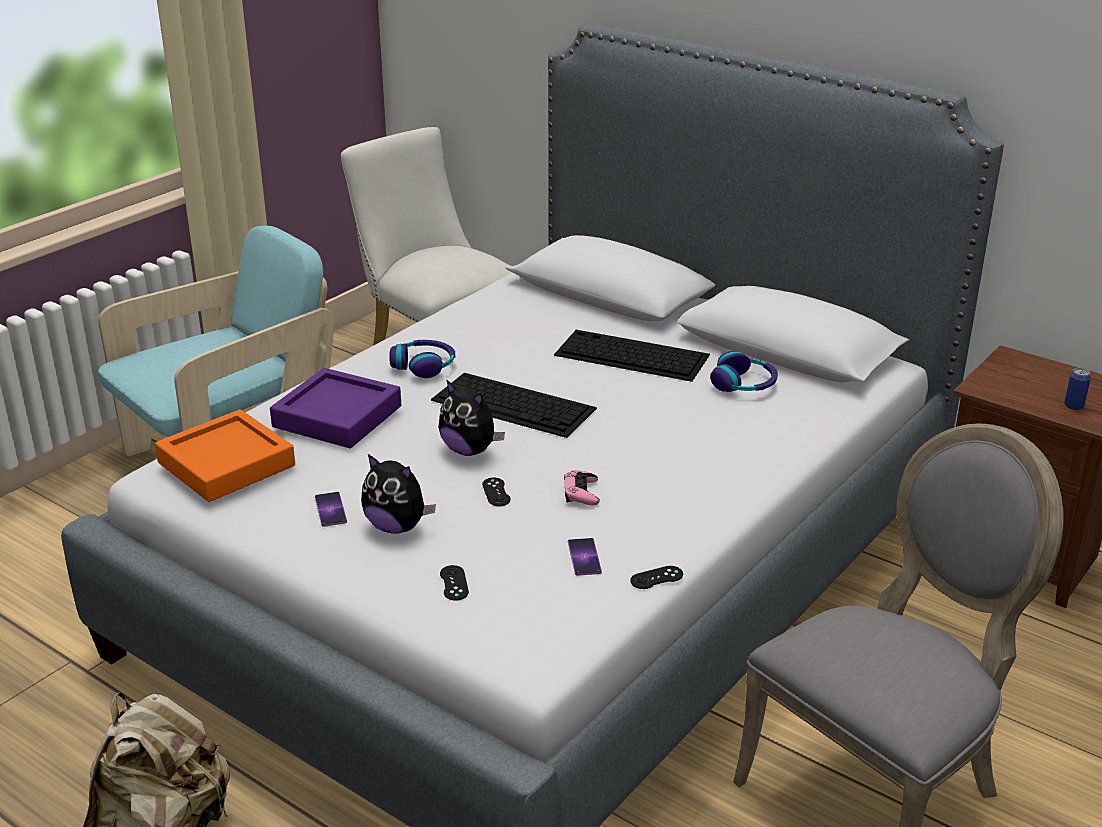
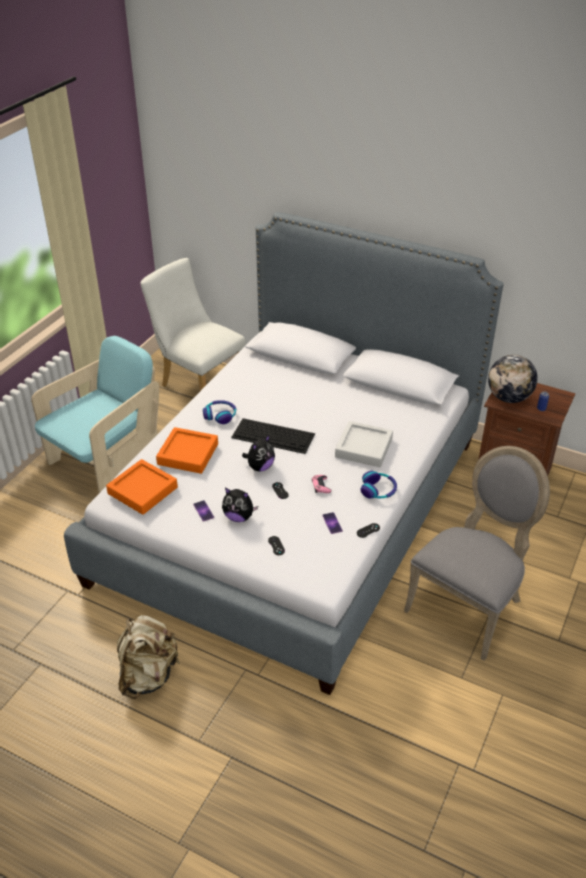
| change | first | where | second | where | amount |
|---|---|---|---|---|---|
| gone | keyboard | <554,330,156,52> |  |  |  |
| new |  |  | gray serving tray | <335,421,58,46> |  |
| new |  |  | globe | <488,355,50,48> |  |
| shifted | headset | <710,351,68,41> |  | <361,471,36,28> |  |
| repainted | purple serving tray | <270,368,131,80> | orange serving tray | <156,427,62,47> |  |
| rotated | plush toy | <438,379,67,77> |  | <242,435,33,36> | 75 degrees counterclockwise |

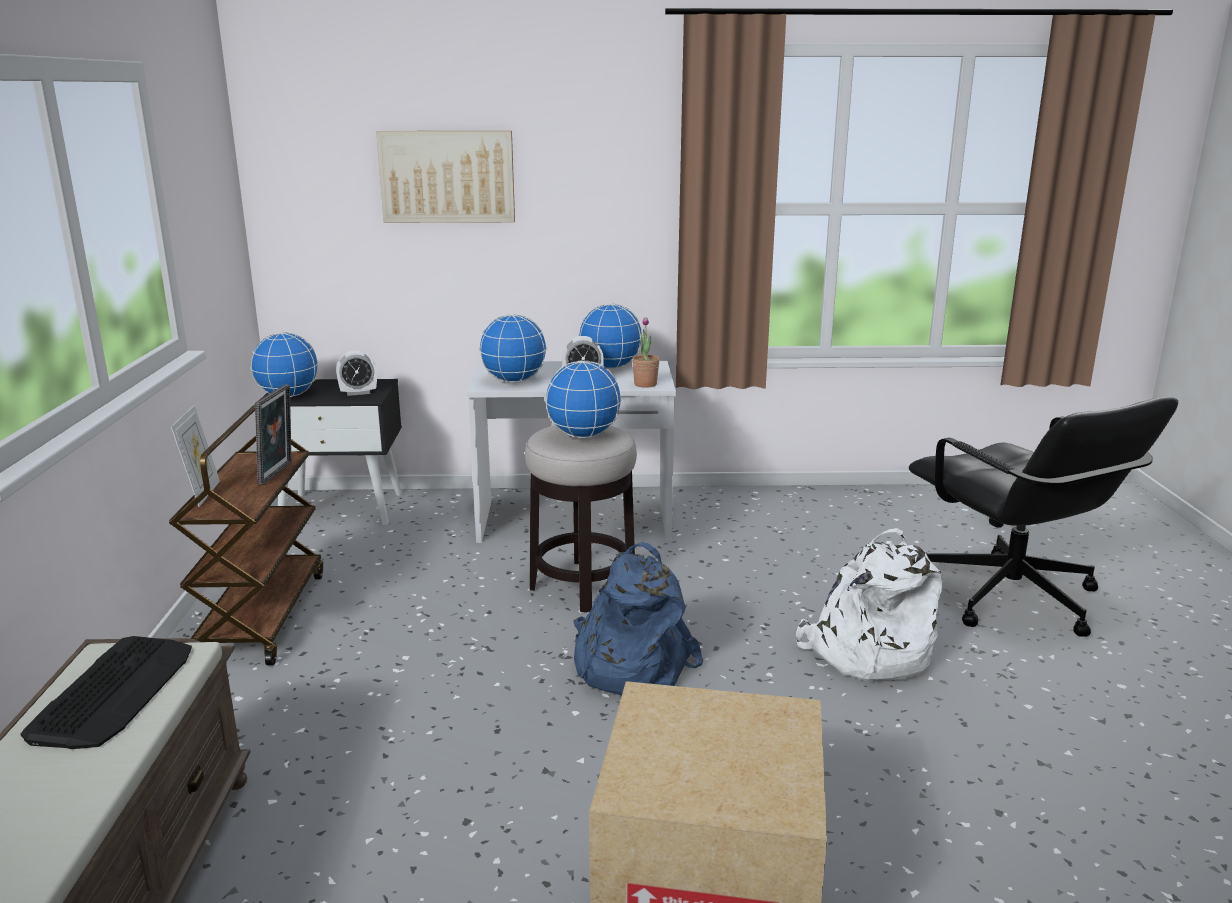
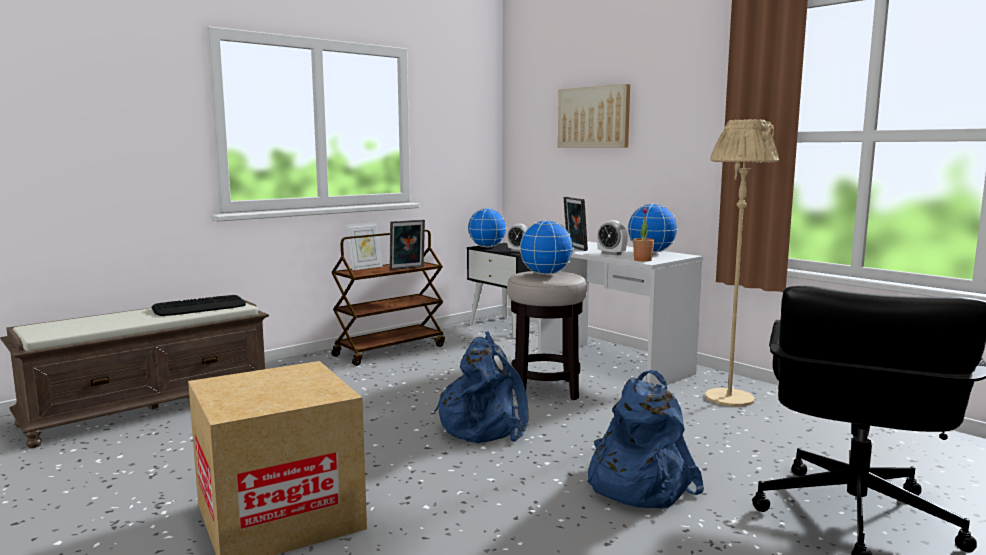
| change | first | where | second | where | amount |
|---|---|---|---|---|---|
| new |  |  | beige standing lamp | <705,119,74,288> |  |
| swapped | globe | <479,314,68,69> | picture frame | <563,197,25,54> |  |
| repainted | white knapsack | <796,528,147,153> | blue knapsack | <587,370,117,138> |  |

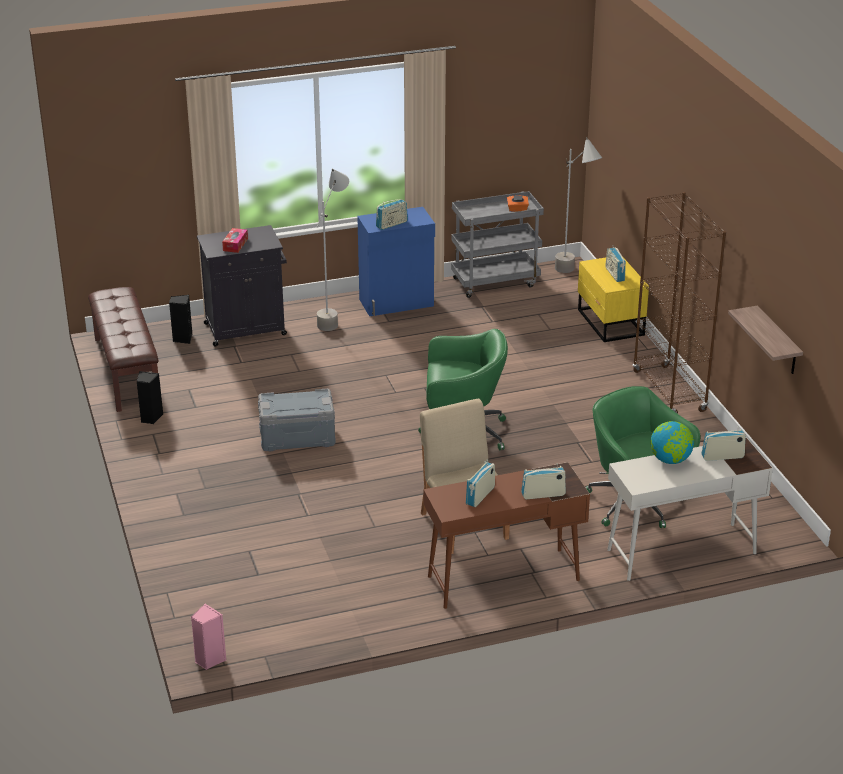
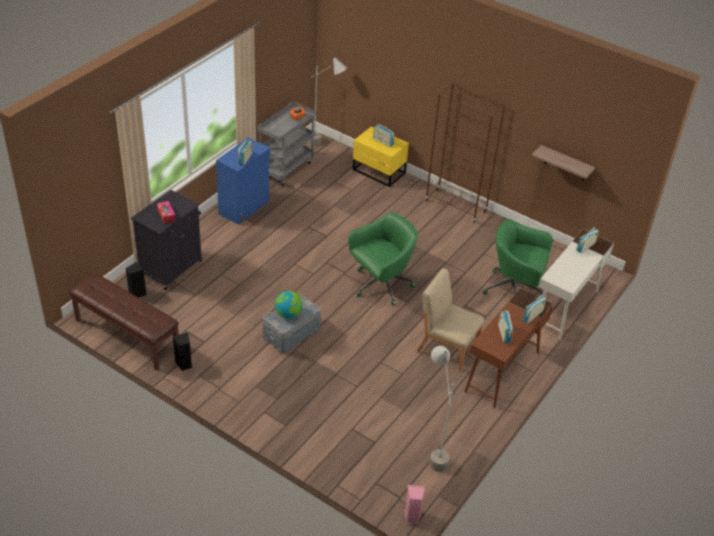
| change | first | where | second | where | amount |
|---|---|---|---|---|---|
| shifted | gray standing lamp | <316,169,33,162> |  | <430,346,25,126> |  |
| shifted | globe | <650,421,44,43> |  | <275,291,27,27> |  |

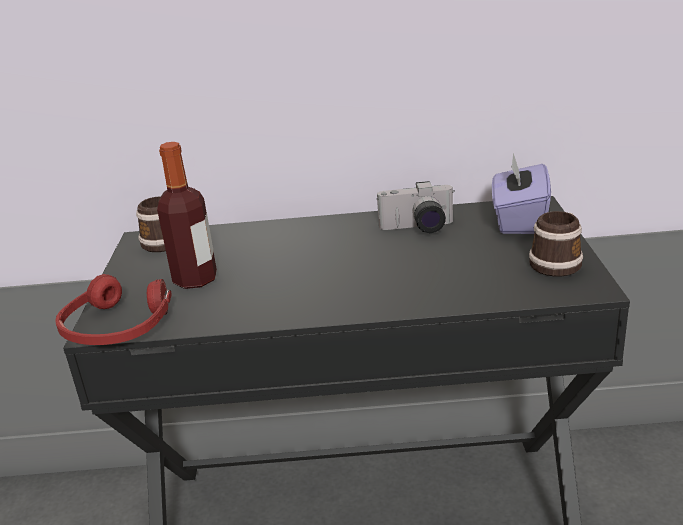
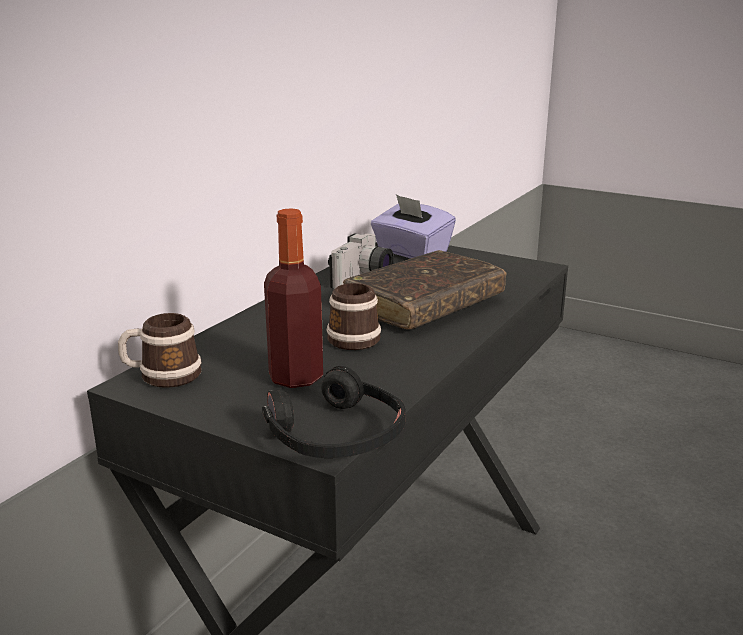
| change | first | where | second | where | amount |
|---|---|---|---|---|---|
| new |  |  | brown bound book | <343,250,163,80> |  |
| shifted | tea mug | <529,211,54,65> |  | <326,283,55,67> |  |
| repainted | red headset | <55,274,116,71> | black headset | <262,366,144,92> |  |

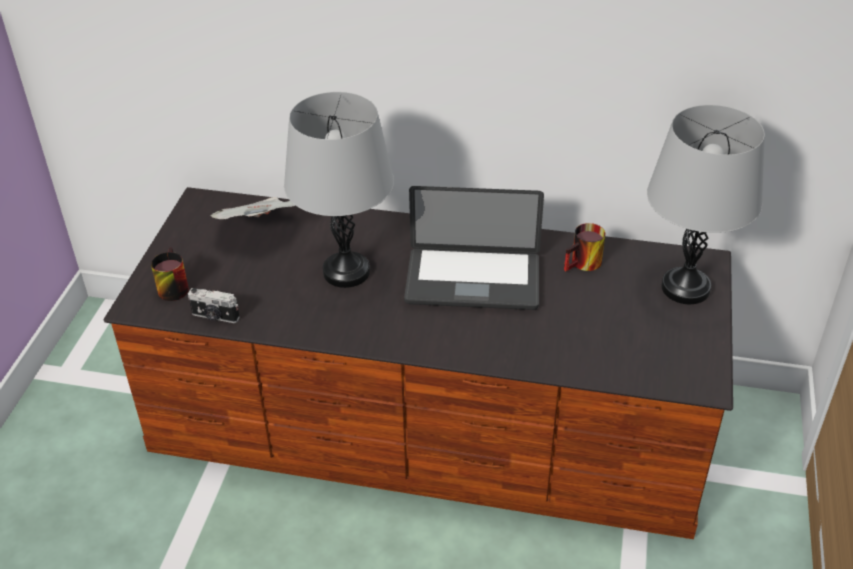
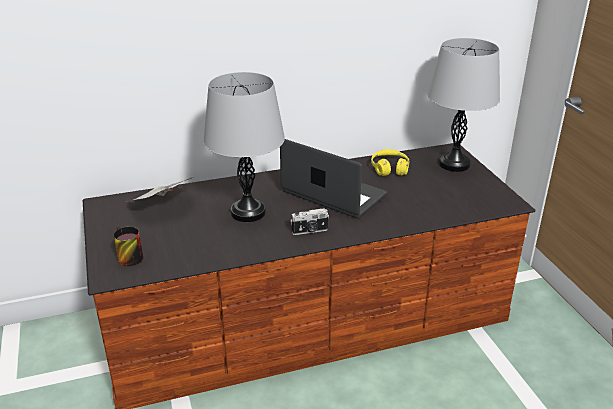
| change | first | where | second | where | amount |
|---|---|---|---|---|---|
| shifted | still camera | <188,288,52,35> |  | <290,208,39,27> |  |
| swapped | tea mug | <564,223,41,48> | yellow-coloured headset | <371,149,38,27> |  |
| rotated | notebook computer | <404,186,140,124> |  | <280,139,107,79> | 120 degrees counterclockwise |

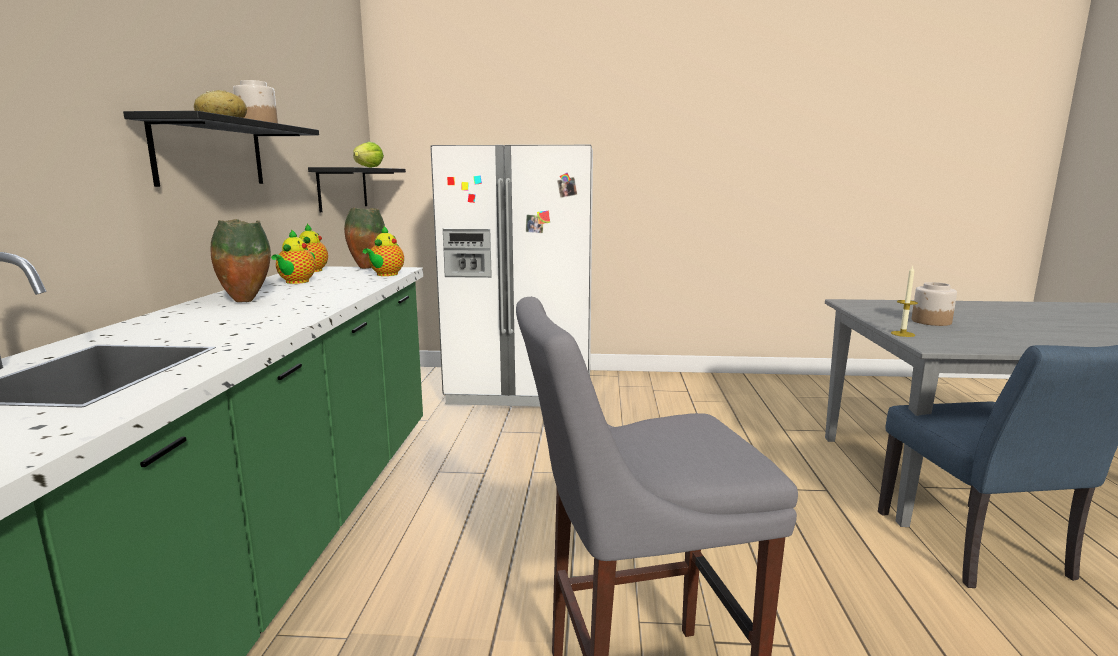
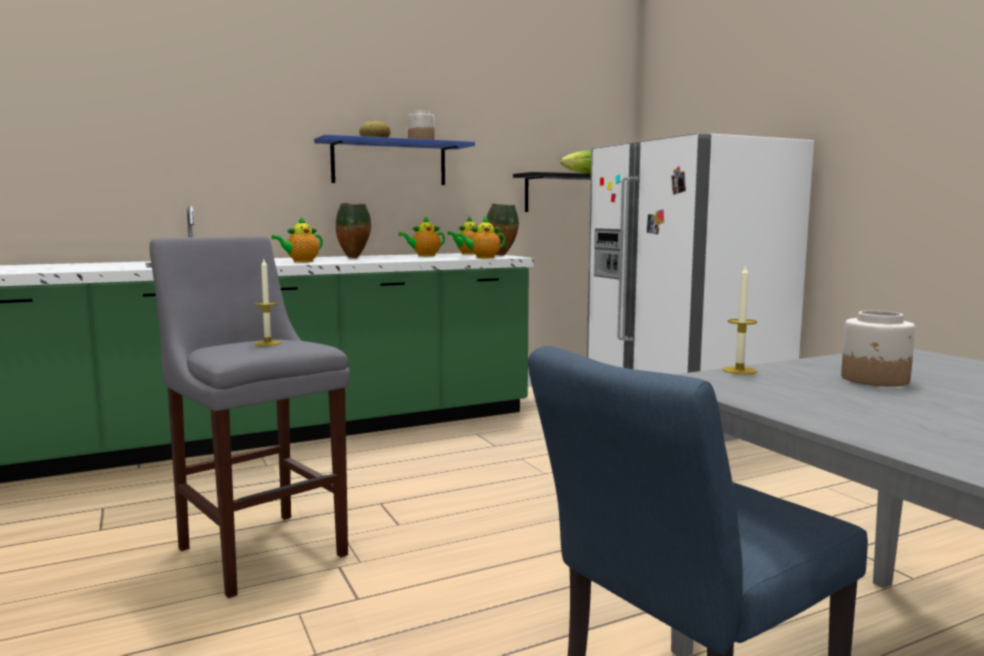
| change | first | where | second | where | amount |
|---|---|---|---|---|---|
| new |  |  | wax candle | <254,259,28,87> |  |
| new |  |  | teapot | <271,216,52,46> |  |
| repainted | black shelf | <123,111,196,76> | blue shelf | <314,134,161,51> |  |

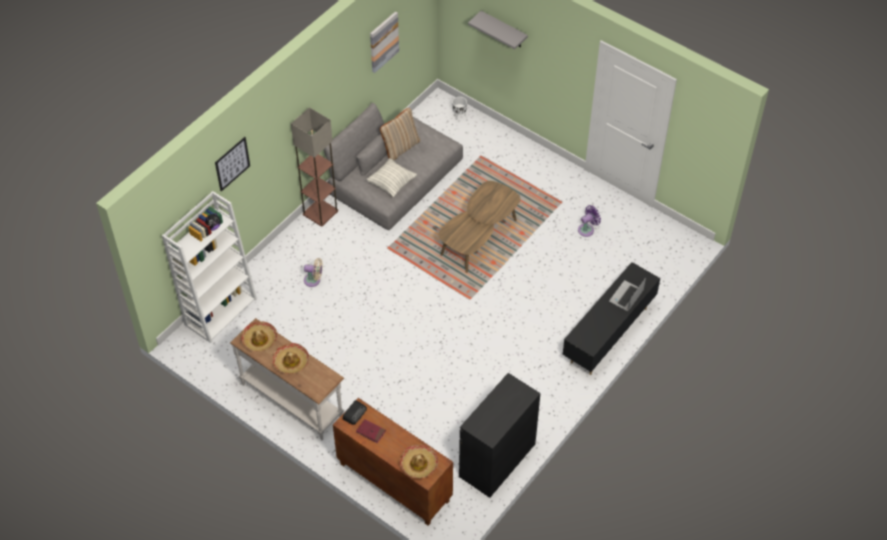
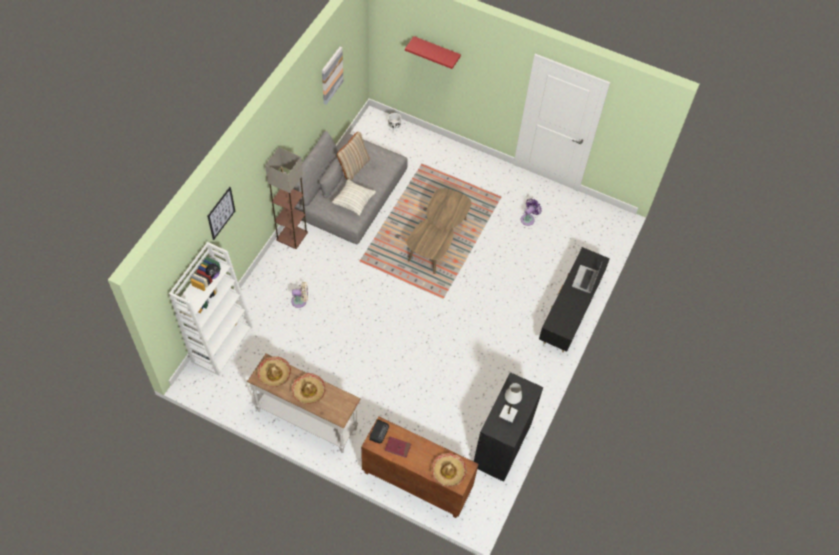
| change | first | where | second | where | amount |
|---|---|---|---|---|---|
| new |  |  | white lamp for a table | <499,383,23,40> |  |
| repainted | gray shelf | <468,11,60,38> | red shelf | <405,36,56,33> |  |

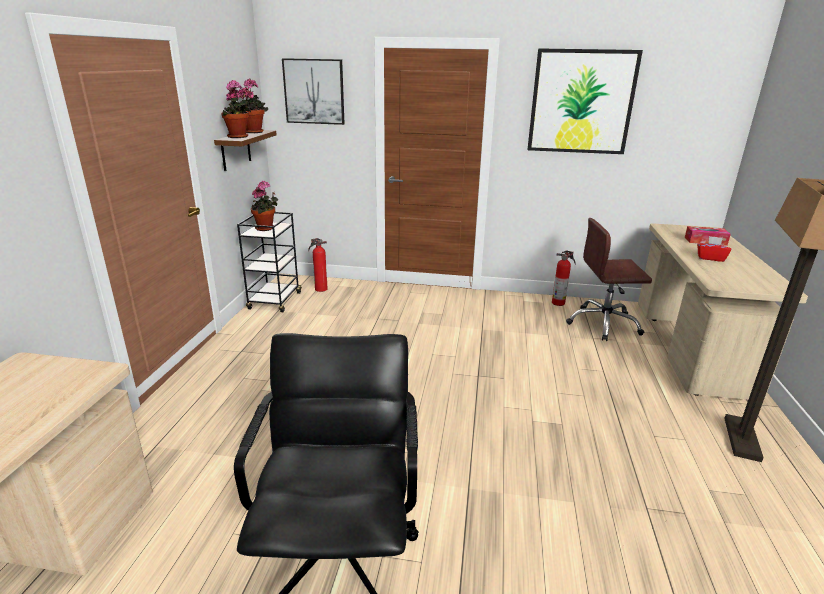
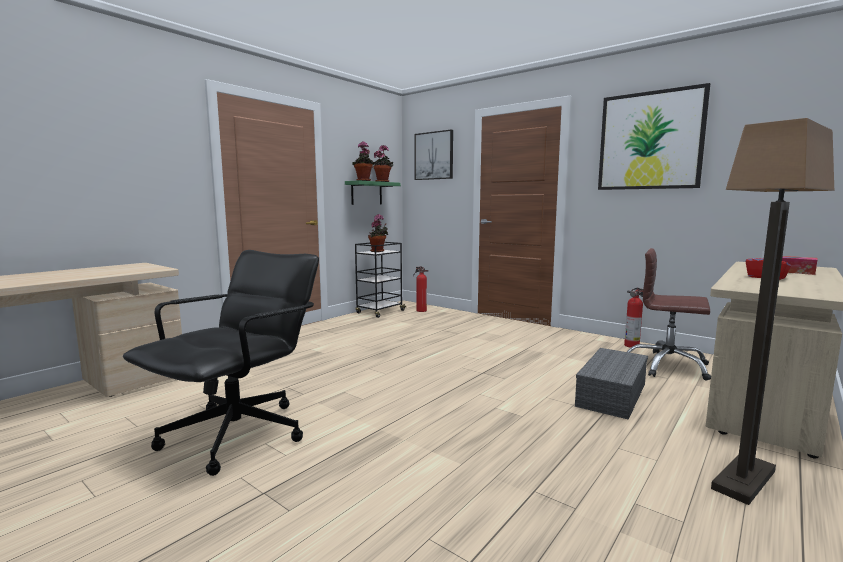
| change | first | where | second | where | amount |
|---|---|---|---|---|---|
| new |  |  | gray storage box | <575,348,73,72> |  |
| repainted | brown shelf | <214,130,63,41> | green-coloured shelf | <345,181,56,24> |  |

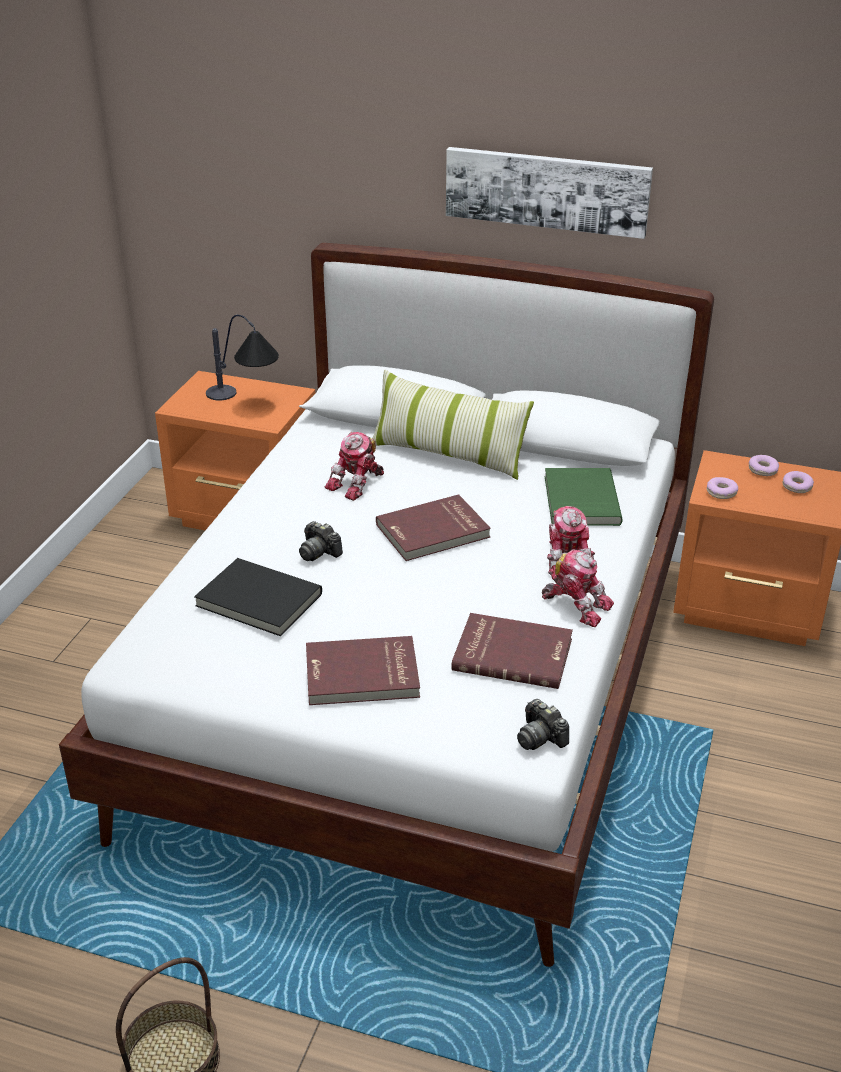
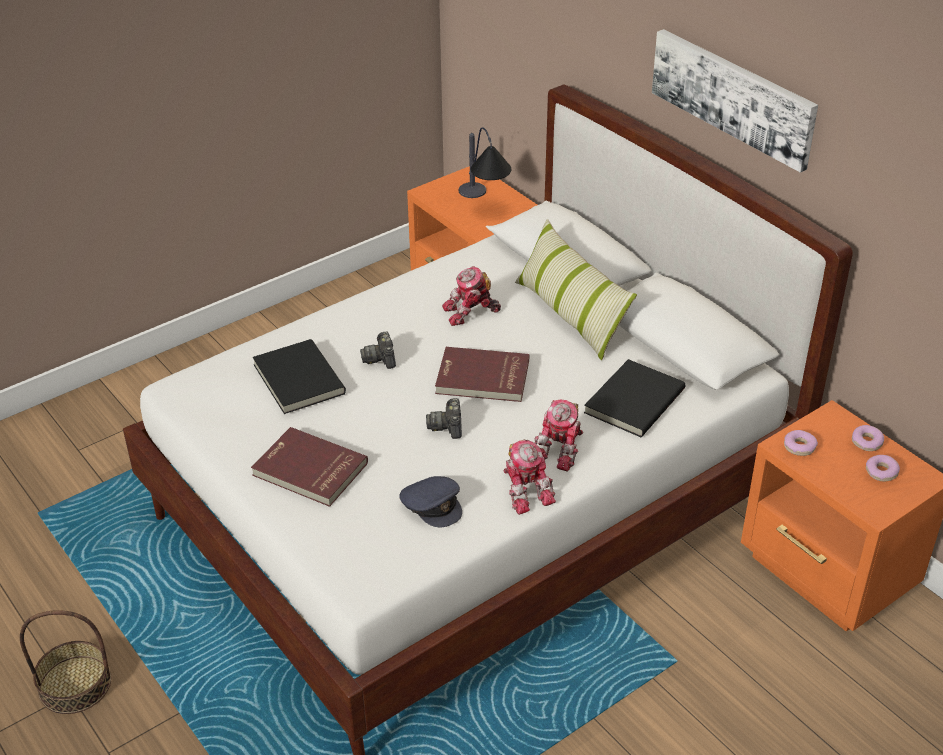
| change | first | where | second | where | amount |
|---|---|---|---|---|---|
| shifted | still camera | <517,699,52,51> |  | <426,398,36,41> |  |
| swapped | red bound book | <451,613,122,76> | gray peaked cap | <399,476,63,51> |  |
| repainted | green-coloured bound book | <545,468,78,58> | black bound book | <584,359,101,78> |  |

